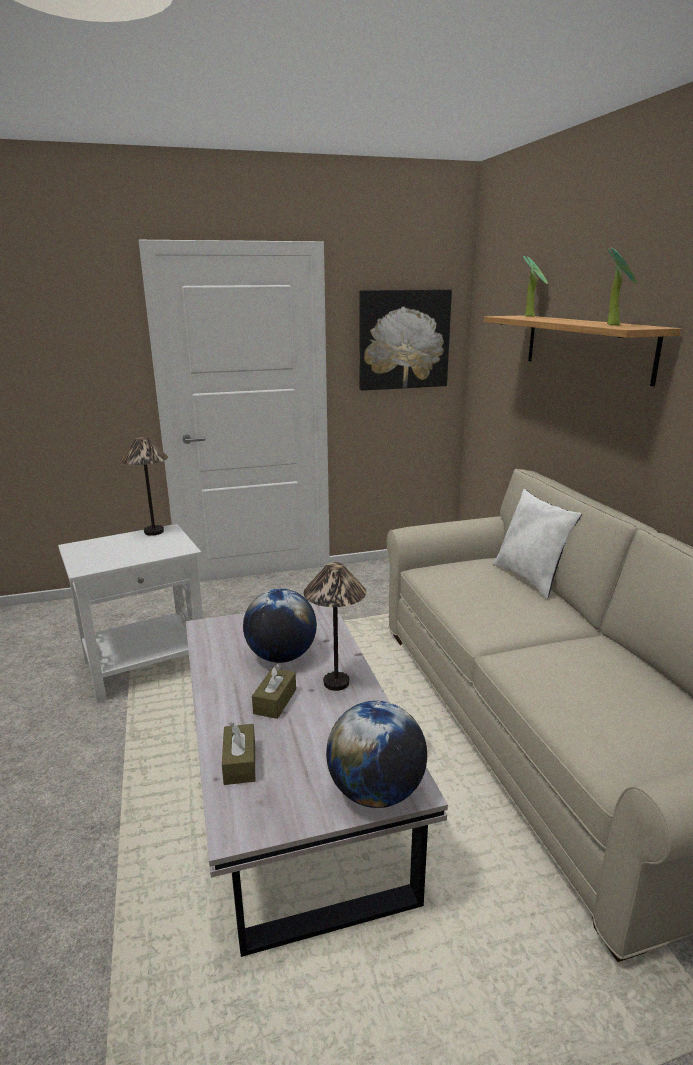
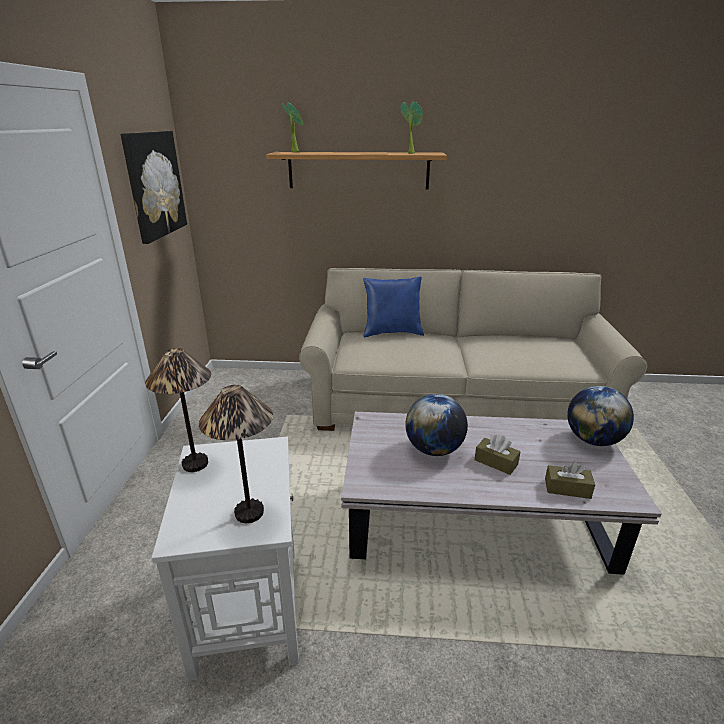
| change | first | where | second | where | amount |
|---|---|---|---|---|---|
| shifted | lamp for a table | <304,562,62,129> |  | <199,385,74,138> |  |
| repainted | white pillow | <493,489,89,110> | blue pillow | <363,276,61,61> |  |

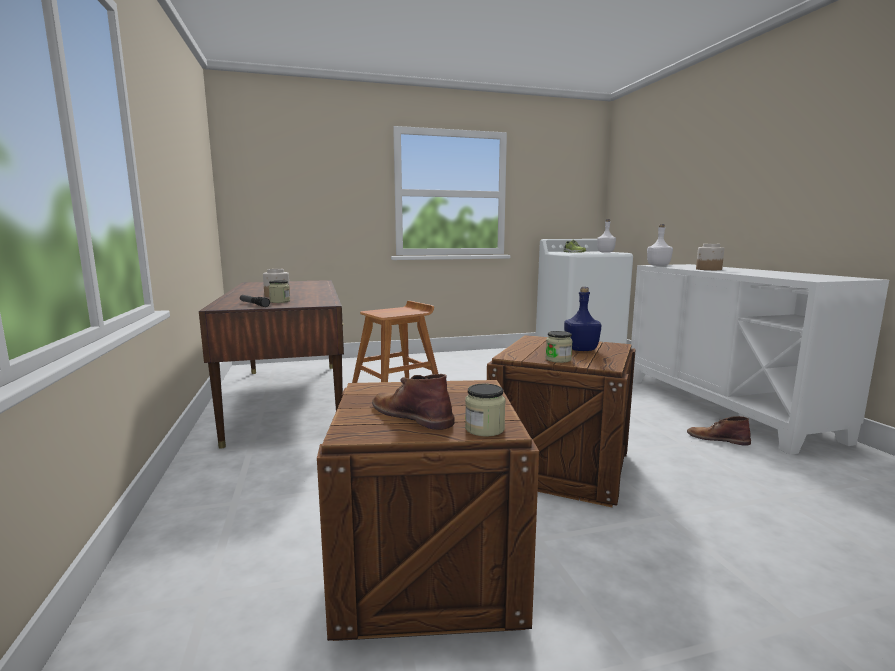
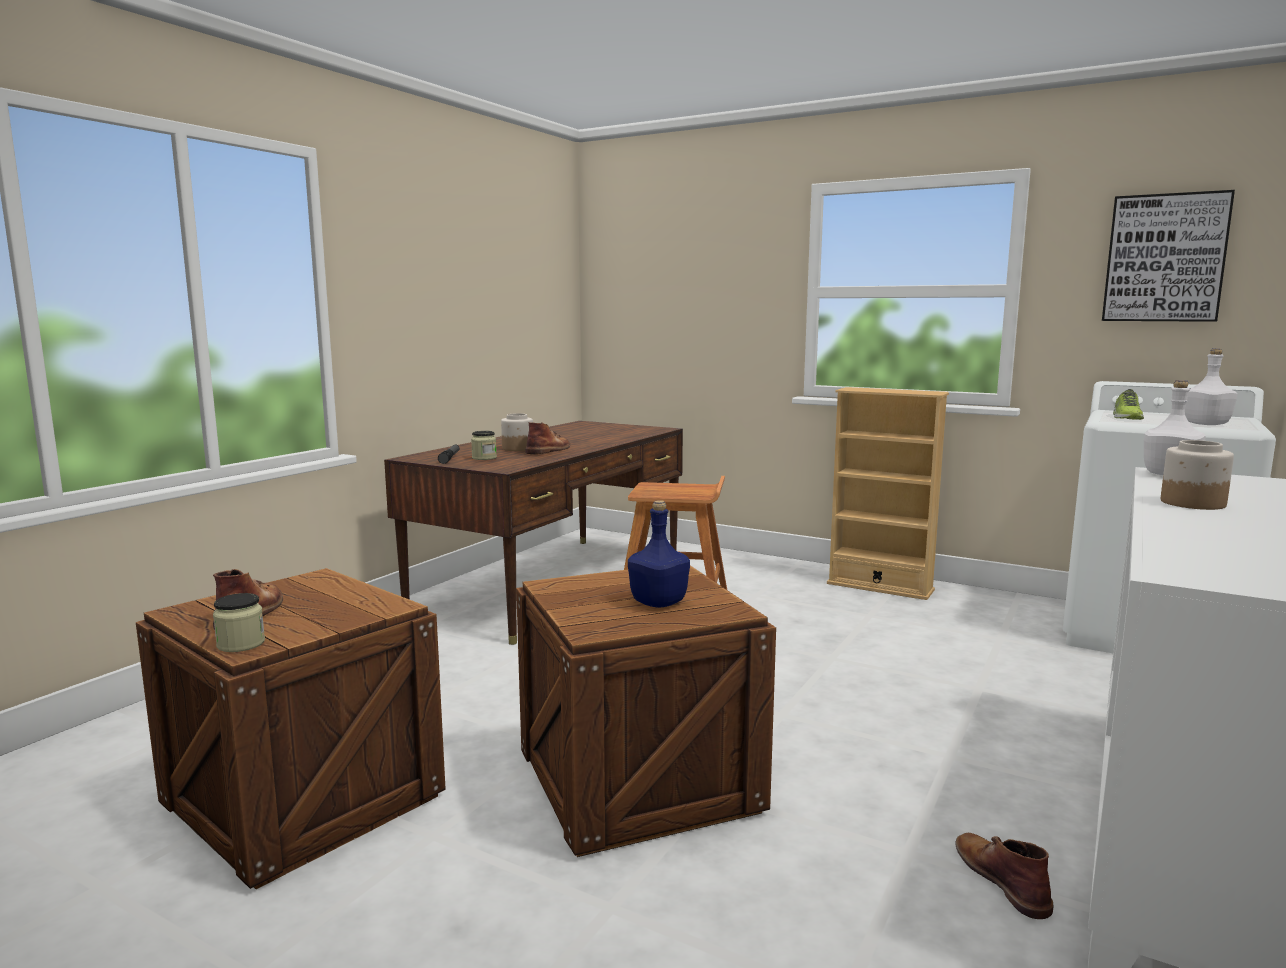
| change | first | where | second | where | amount |
|---|---|---|---|---|---|
| gone | jar | <546,331,27,32> |  |  |  |
| new |  |  | brown boot | <525,422,45,32> |  |
| new |  |  | beige bookcase | <827,387,122,213> |  |
| new |  |  | picture | <1102,190,133,132> |  |

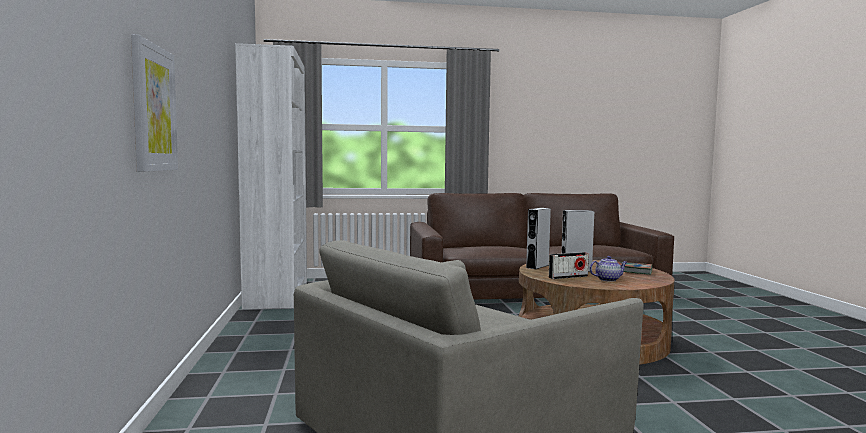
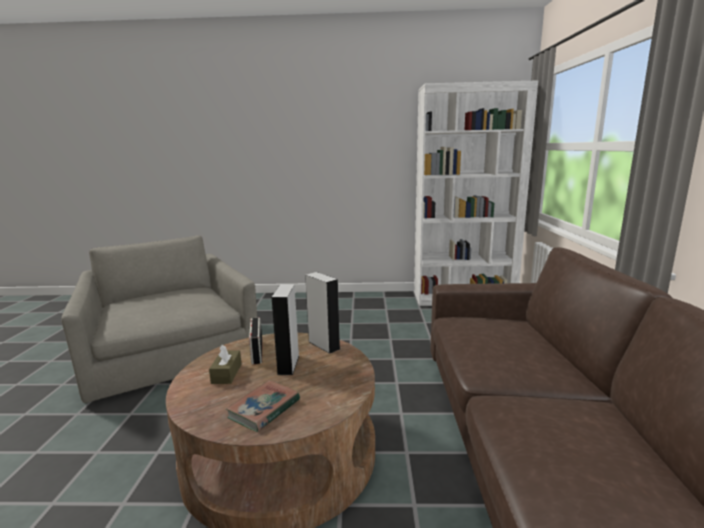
| change | first | where | second | where | amount |
|---|---|---|---|---|---|
| gone | picture | <131,34,47,138> |  |  |  |
| swapped | teapot | <589,256,38,26> | brown tissue box | <209,345,32,39> |  |

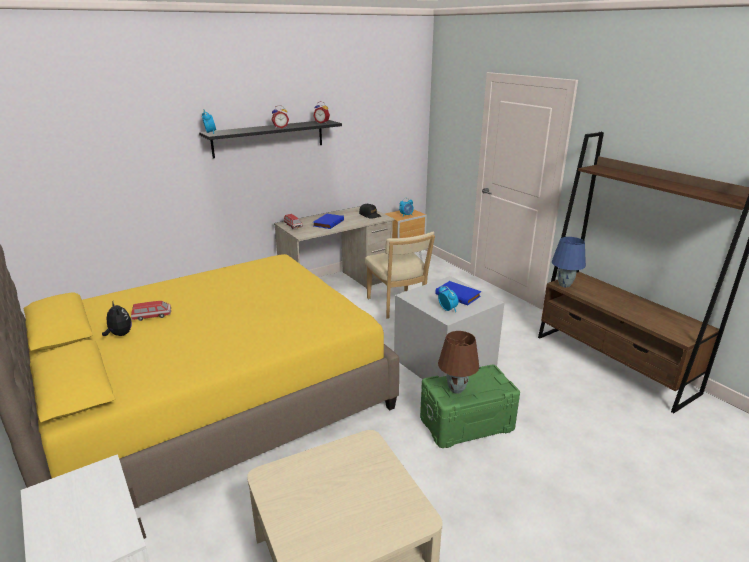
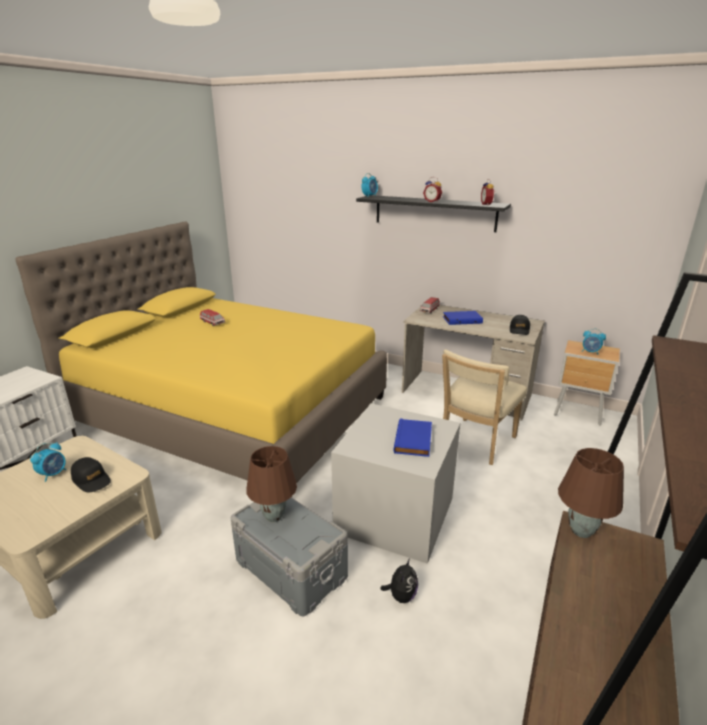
| change | first | where | second | where | amount |
|---|---|---|---|---|---|
| new |  |  | black peaked cap | <71,457,40,35> |  |
| shifted | plush toy | <102,303,30,33> |  | <380,559,38,44> |  |
| shifted | alarm clock | <438,286,20,26> |  | <30,442,36,40> |  |
| repainted | green-coloured storage box | <420,364,100,84> | gray storage box | <231,497,117,119> |  |
| repainted | blue lamp for a table | <552,237,34,51> | brown lamp for a table | <558,448,66,90> |  |

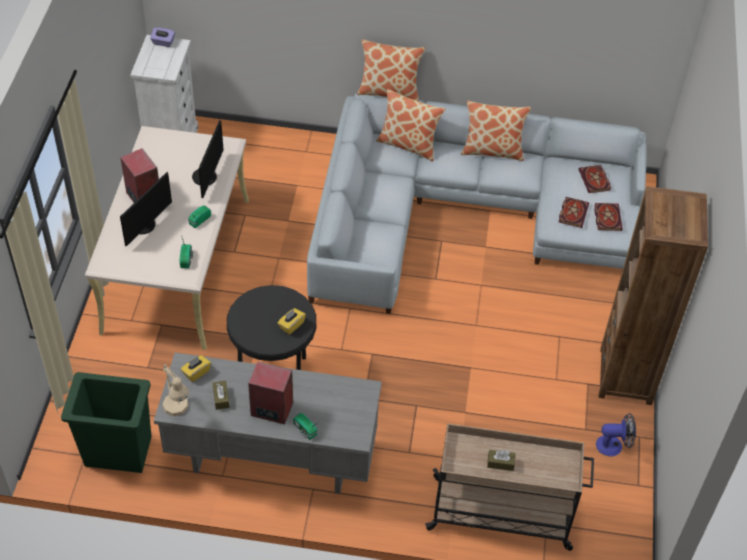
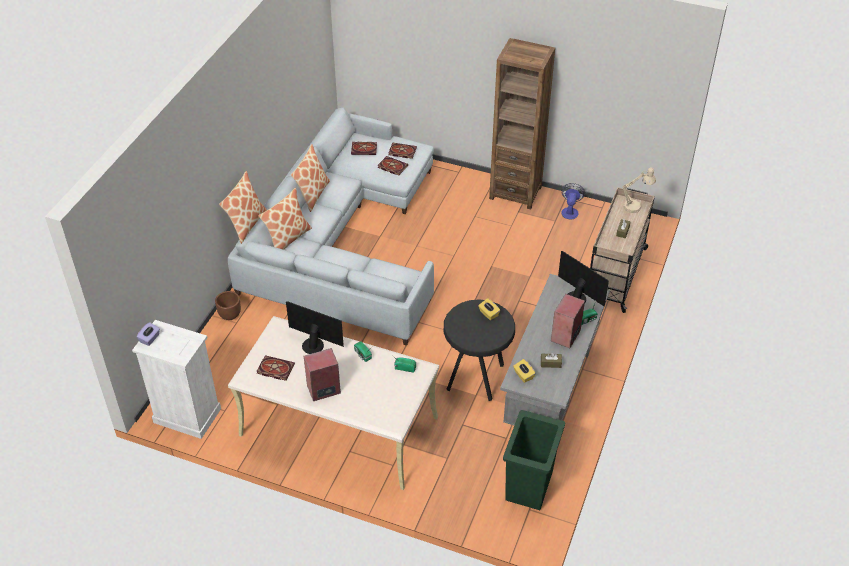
| change | first | where | second | where | amount |
|---|---|---|---|---|---|
| new |  |  | brown planter | <215,291,26,29> |  |
| new |  |  | bound book | <256,355,39,26> |  |
| shifted | computer screen | <120,172,52,74> |  | <558,251,51,56> |  |
| shifted | beige lamp for a table | <162,364,27,52> |  | <622,167,34,46> |  |

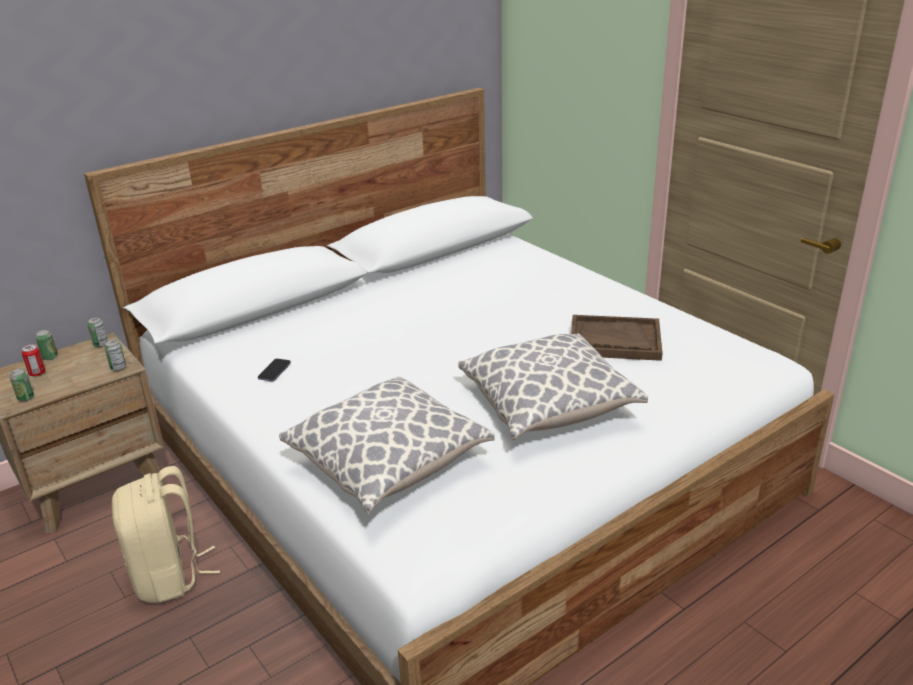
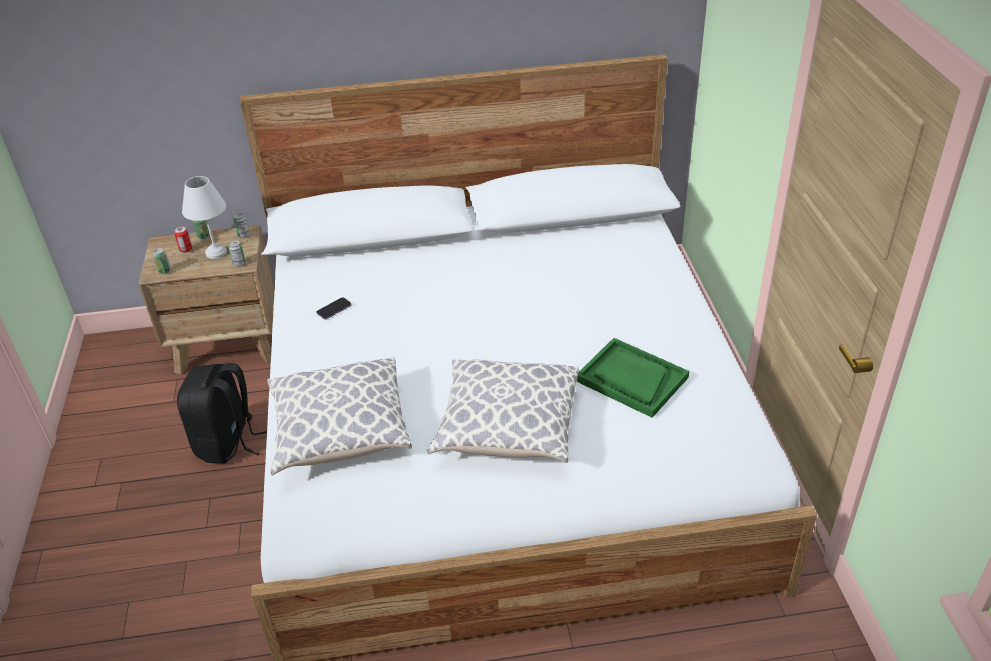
| change | first | where | second | where | amount |
|---|---|---|---|---|---|
| new |  |  | white lamp for a table | <182,176,45,83> |  |
| repainted | beige knapsack | <112,466,108,137> | black knapsack | <177,363,90,101> |  |
| repainted | brown serving tray | <571,315,92,46> | green-coloured serving tray | <577,338,112,80> |  |

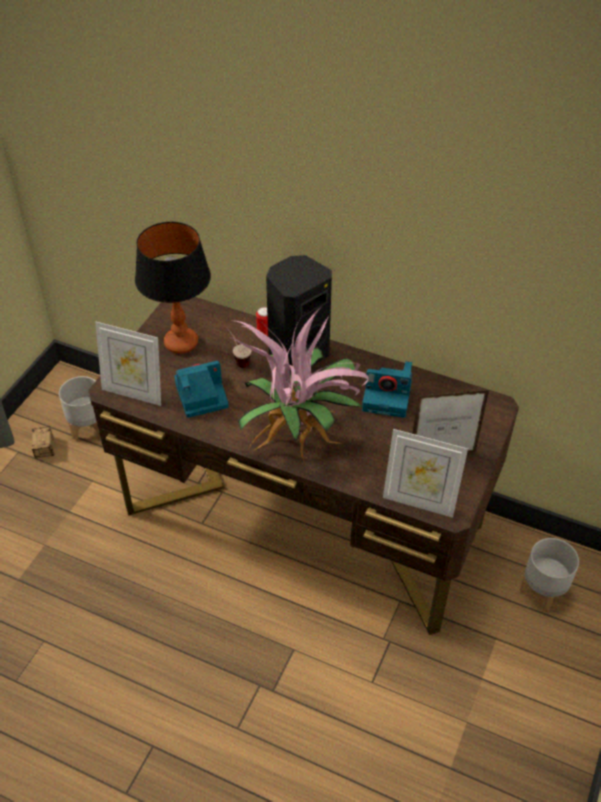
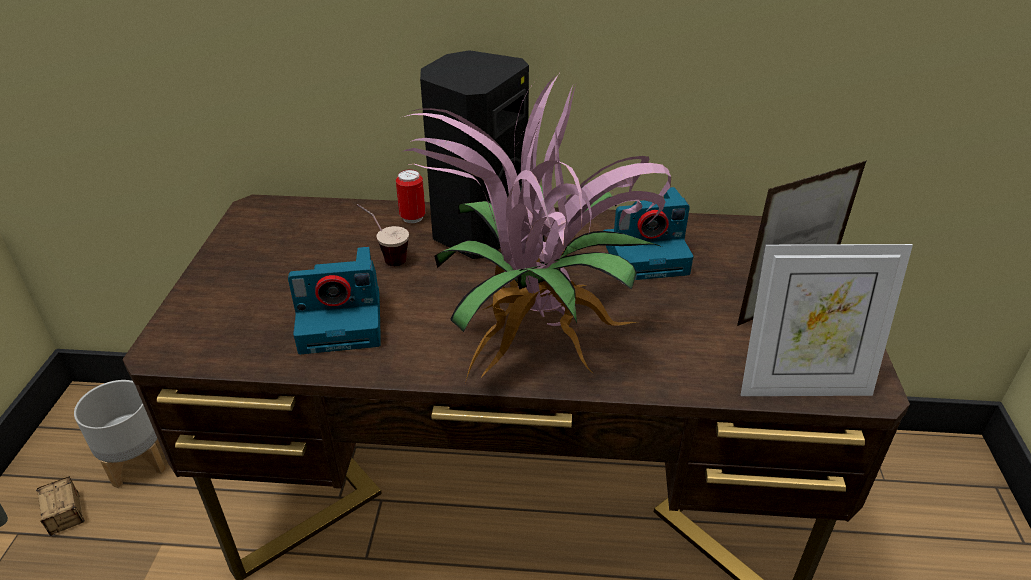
| change | first | where | second | where | amount |
|---|---|---|---|---|---|
| gone | picture frame | <95,322,66,84> |  |  |  |
| gone | lamp for a table | <135,222,76,132> |  |  |  |
| gone | gray planter | <520,538,59,74> |  |  |  |
| rotated | still camera | <174,361,55,57> |  | <288,247,93,107> | 150 degrees counterclockwise |

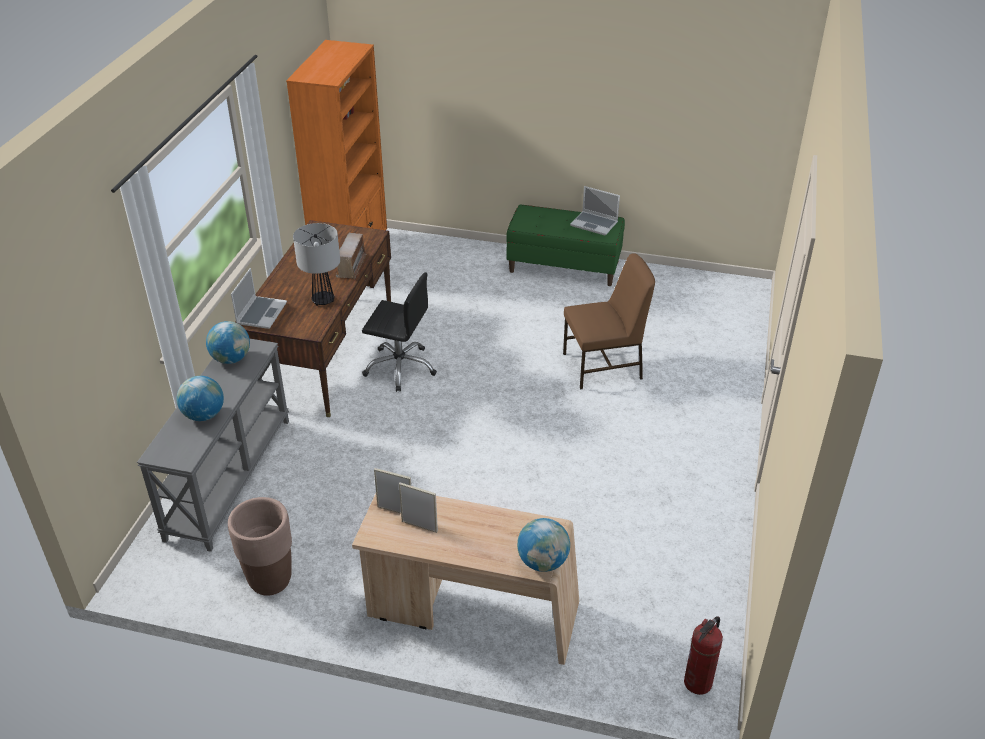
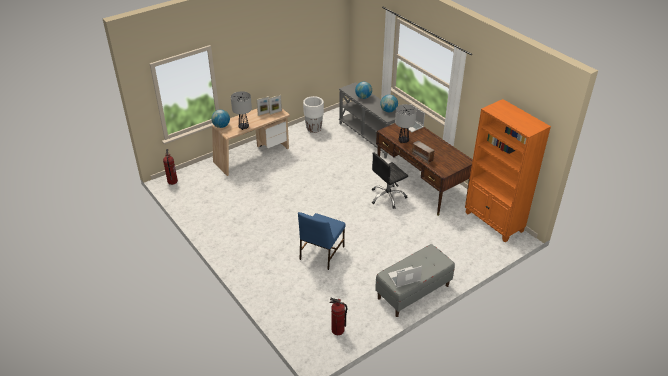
| change | first | where | second | where | amount |
|---|---|---|---|---|---|
| new |  |  | lamp for a table | <231,91,21,39> |  |
| new |  |  | fire-fighting cylinder | <330,298,17,37> |  |
| repainted | brown planter | <228,497,64,99> | white planter | <303,96,21,37> |  |
| repainted | green-coloured long seat | <506,205,119,81> | gray long seat | <375,244,80,73> |  |
| repainted | brown plain chair | <563,253,92,136> | blue plain chair | <298,212,47,58> |  |

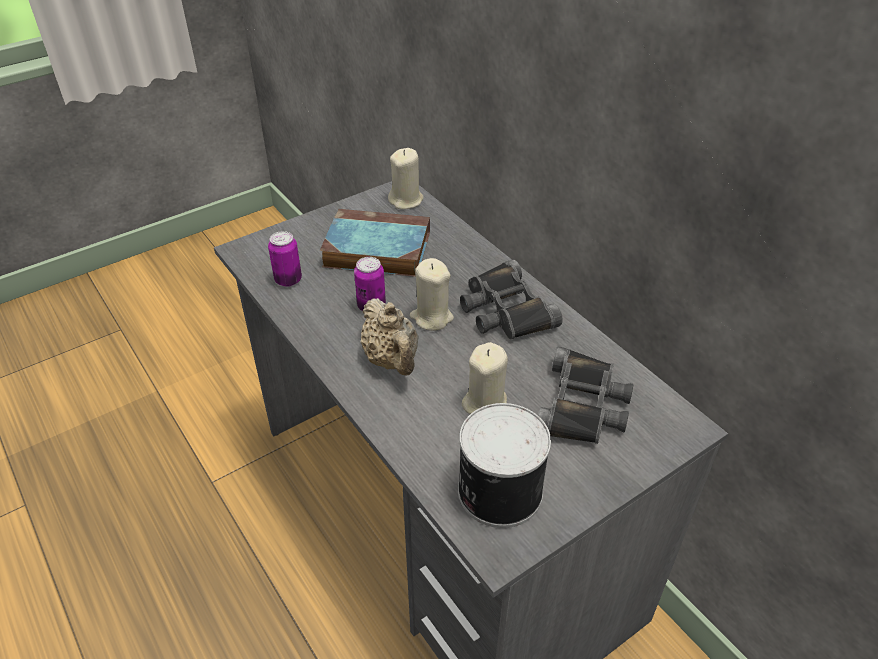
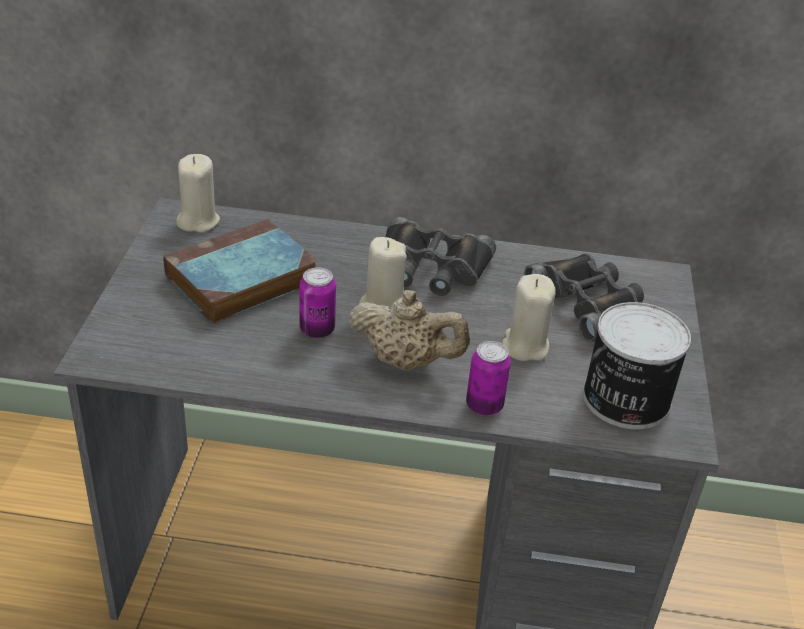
| change | first | where | second | where | amount |
|---|---|---|---|---|---|
| shifted | can | <268,231,34,56> |  | <466,341,45,75> |  |

